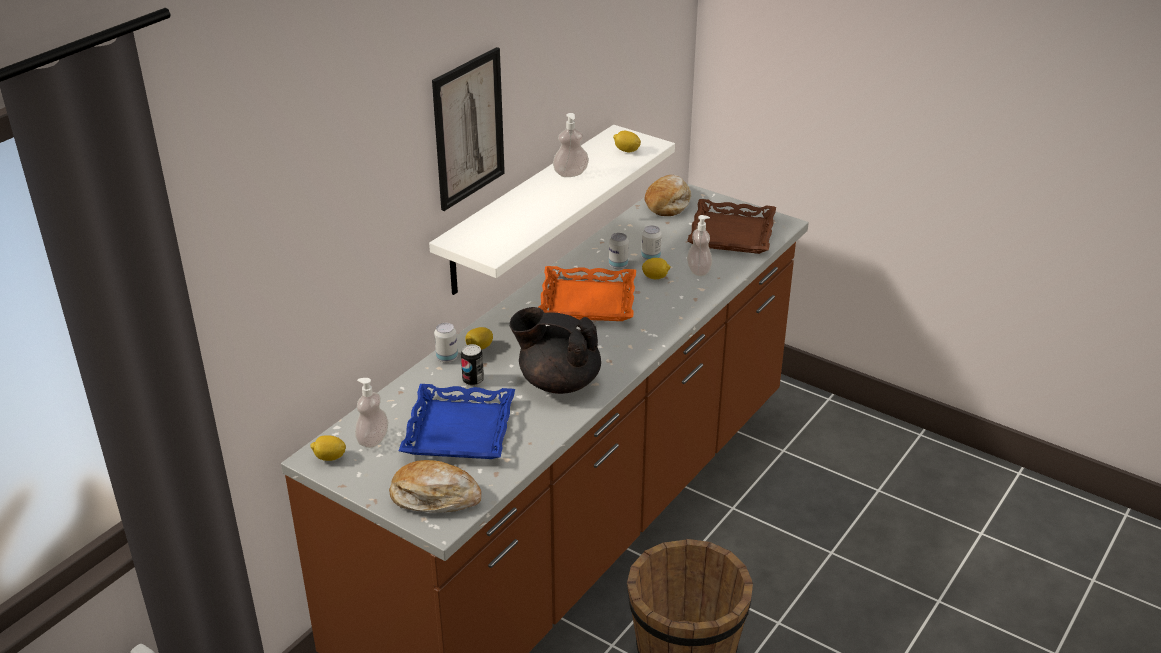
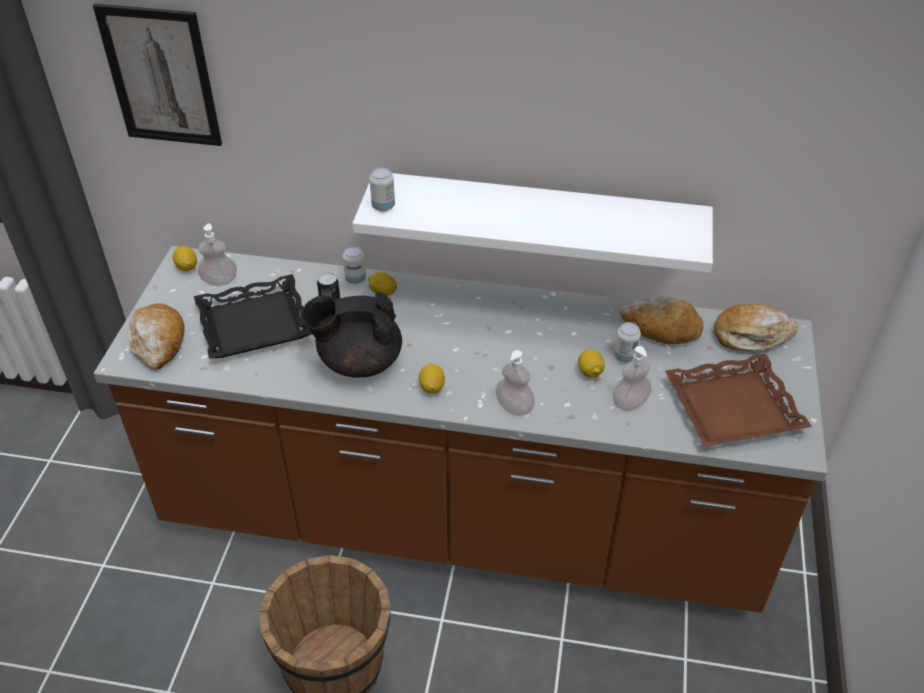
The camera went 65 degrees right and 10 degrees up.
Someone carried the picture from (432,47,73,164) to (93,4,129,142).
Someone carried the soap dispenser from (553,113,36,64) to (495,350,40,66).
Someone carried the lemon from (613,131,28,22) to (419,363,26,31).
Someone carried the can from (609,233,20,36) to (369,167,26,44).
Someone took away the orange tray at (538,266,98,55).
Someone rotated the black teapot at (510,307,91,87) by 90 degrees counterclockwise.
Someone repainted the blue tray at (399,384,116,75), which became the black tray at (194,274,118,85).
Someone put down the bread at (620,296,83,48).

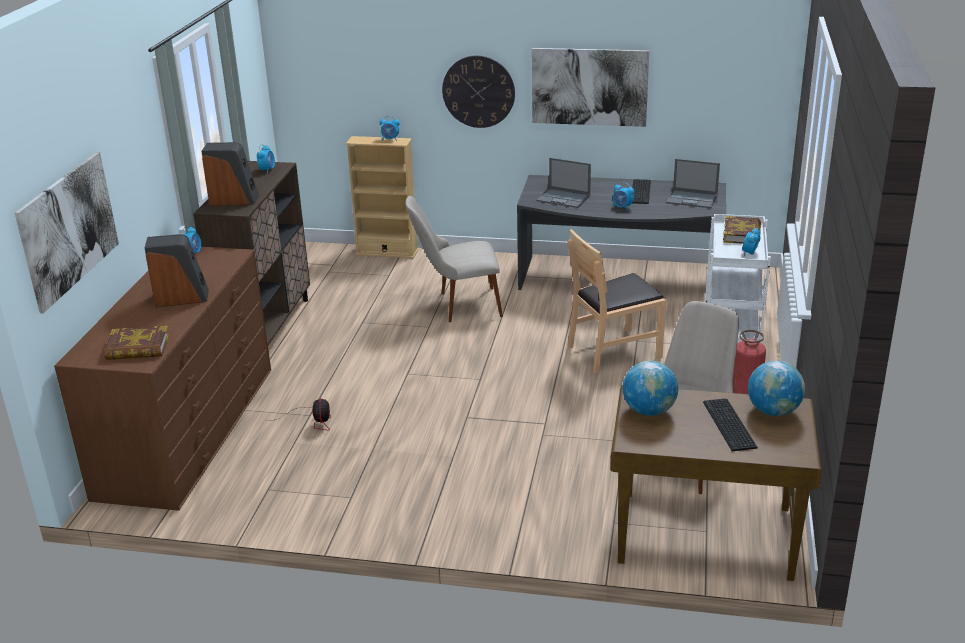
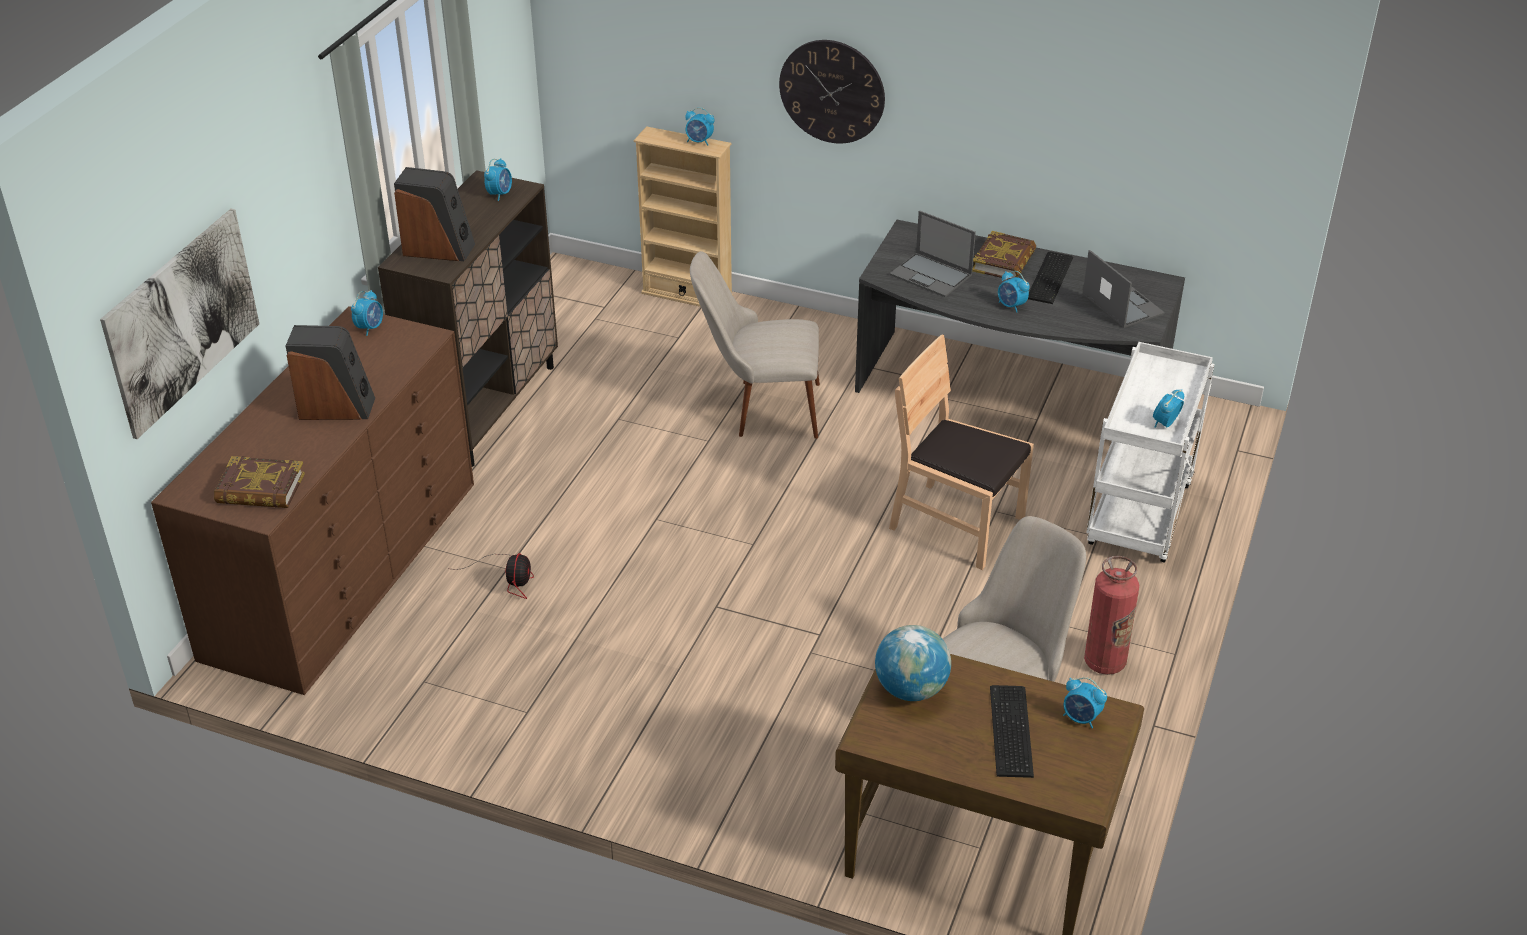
The camera went 10 degrees right and 10 degrees up.
Someone took away the picture at (532,48,117,79).
Someone rotated the laptop at (666,159,54,49) by 150 degrees counterclockwise.
Someone carried the book from (723,216,38,28) to (972,231,64,48).
Someone rotated the brown chair at (568,229,98,145) by 45 degrees clockwise.
Someone swapped the globe at (748,361,57,55) for the alarm clock at (1063,677,44,51).

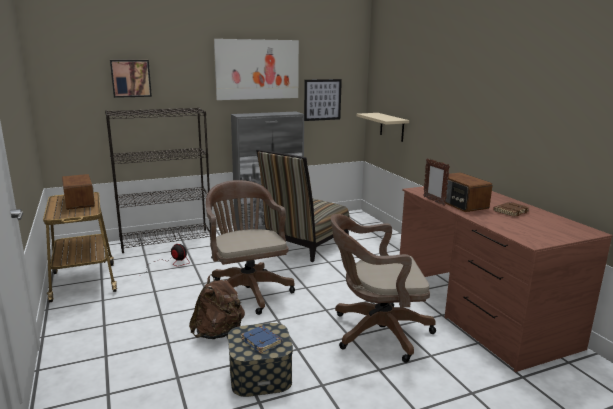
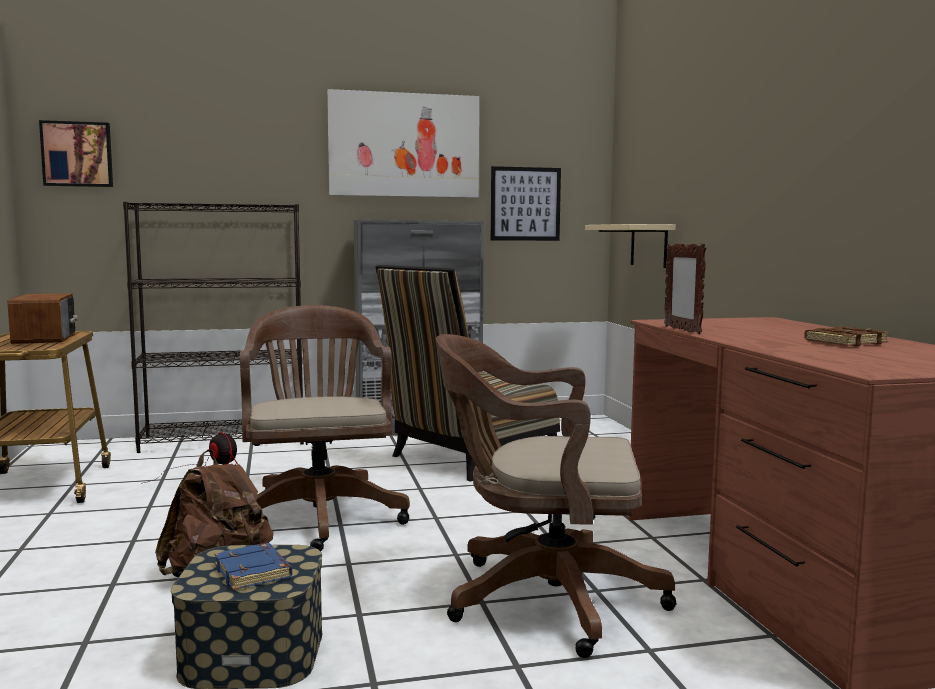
The camera went 10 degrees right and 10 degrees down.
Someone carried the picture from (110,60,42,38) to (39,120,74,67).
Someone took away the radio at (444,172,49,40).

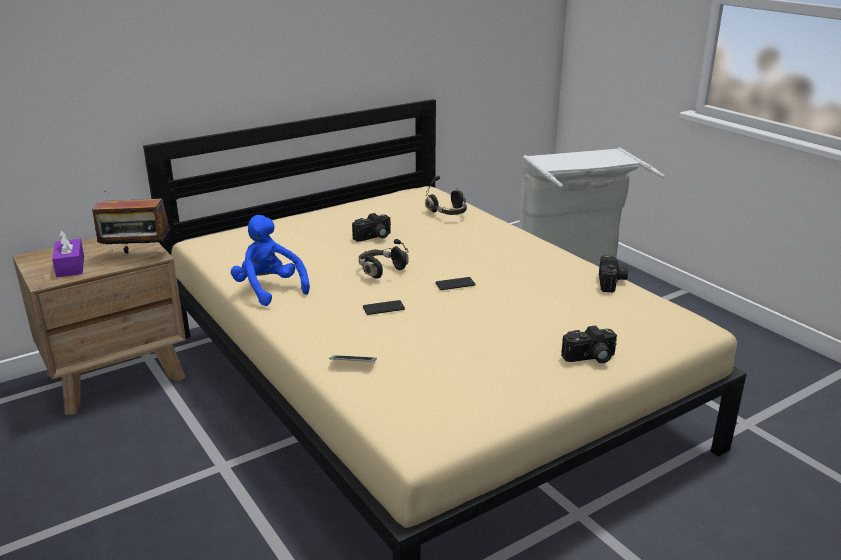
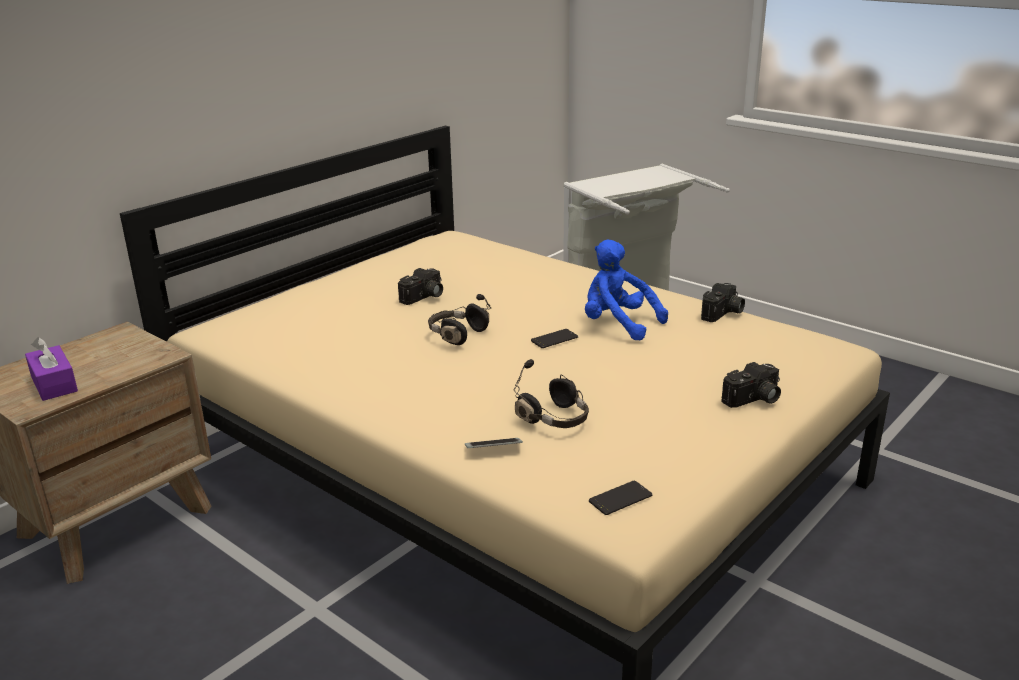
The camera went 15 degrees left and 0 degrees up.
Someone carried the black headphones from (425,176,42,39) to (513,359,76,69).
Someone took away the radio at (92,191,78,62).
Someone carried the blue plush toy from (231,215,79,91) to (585,240,83,100).
Someone rotated the photo camera at (599,255,29,37) by 45 degrees clockwise.
Someone carried the phone from (363,300,42,15) to (589,481,63,34).

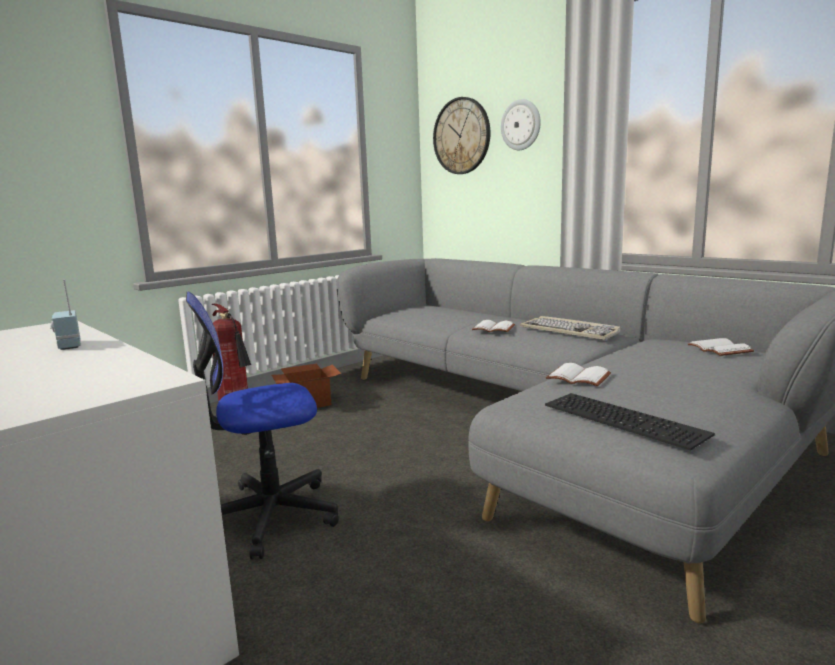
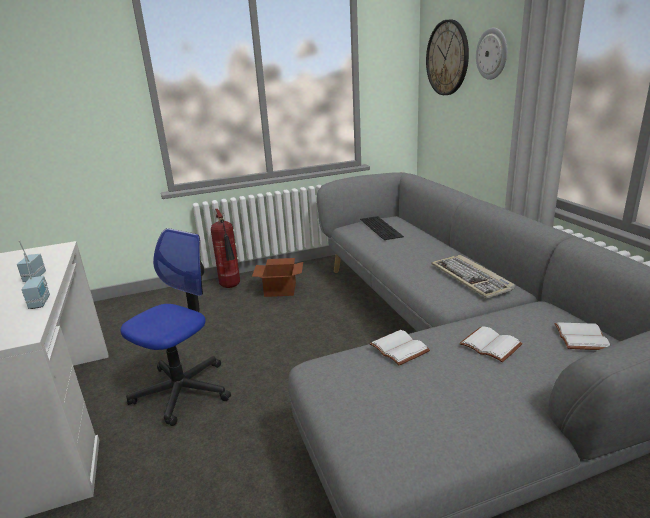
The camera went 25 degrees right and 10 degrees up.
Someone rotated the office chair at (186,292,153,268) by 120 degrees clockwise.
Someone carried the white book from (472,320,43,12) to (459,326,64,36).
Someone carried the keyboard from (545,393,170,58) to (360,216,44,24).
Someone put down the radio at (21,253,29,56).

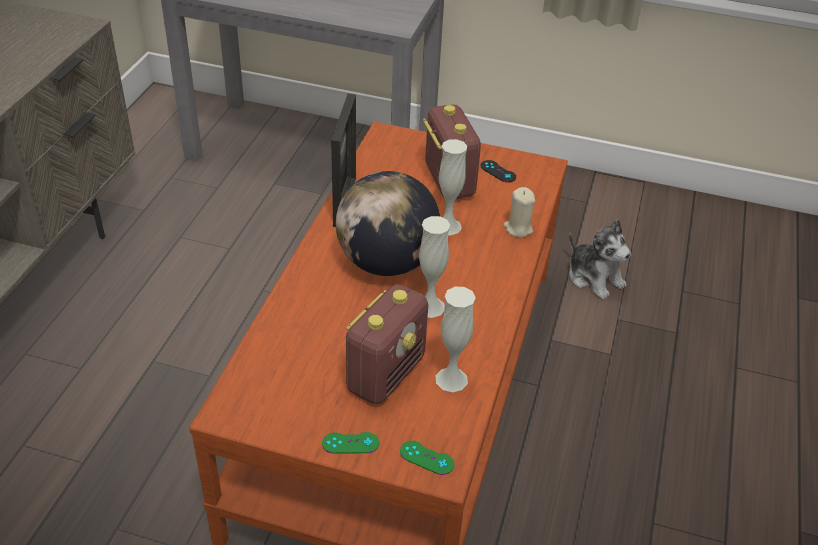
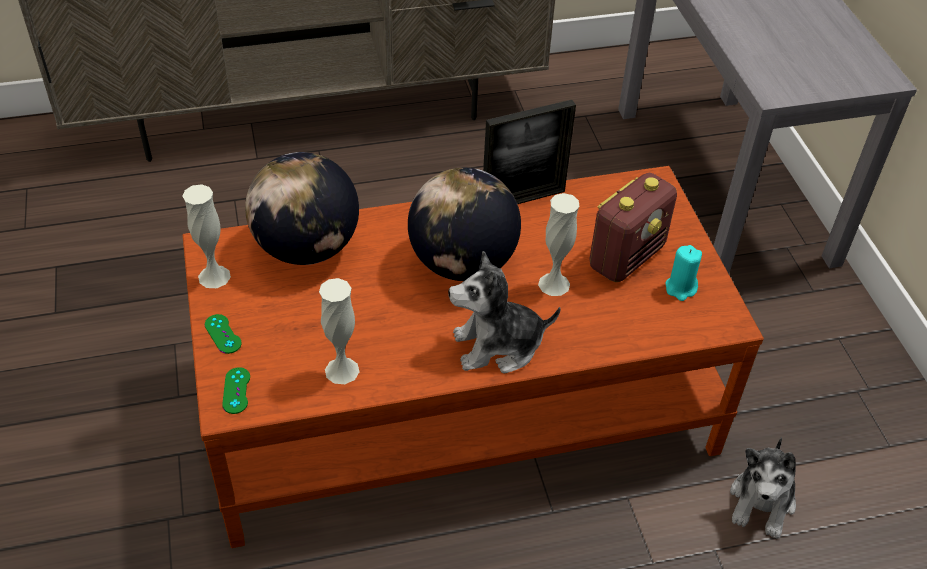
The camera went 60 degrees right and 5 degrees up.
Someone swapped the black game controller at (480,160,36,23) for the turquoise candle at (665,245,37,56).
Someone took away the beige candle at (503,187,32,51).
Someone carried the white vase from (419,216,31,102) to (182,184,49,104).
Someone took away the radio at (346,284,82,120).
Someone put down the globe at (245,152,114,113).
Someone put down the plush toy at (448,251,113,123).

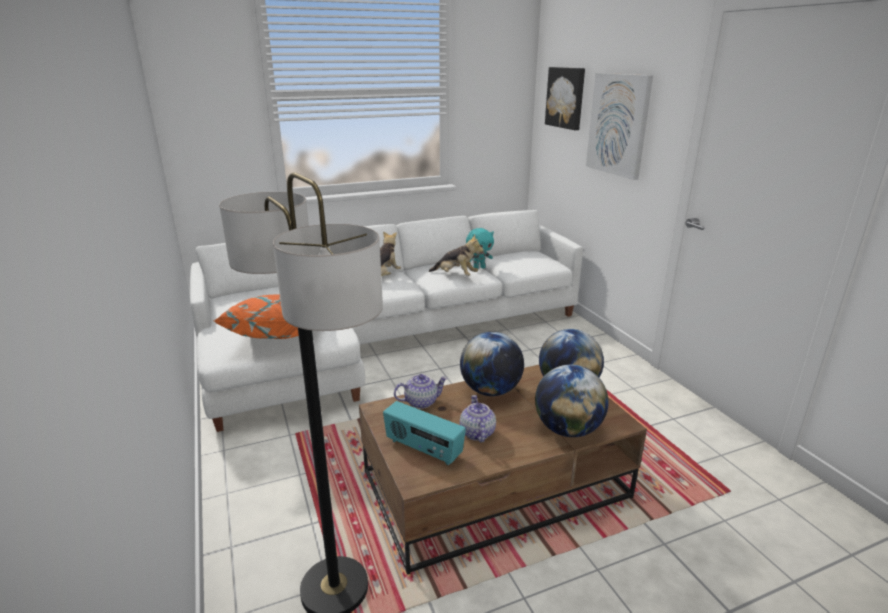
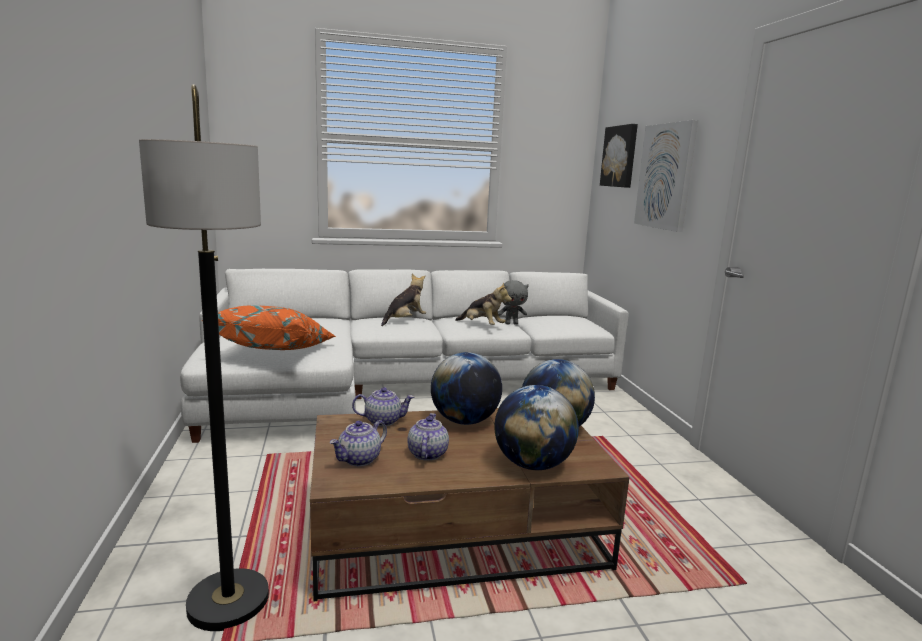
The camera went 10 degrees right and 10 degrees down.
Someone repainted the turquoise plush toy at (466,228,28,41), which became the grey plush toy at (498,280,31,45).
Someone swapped the radio at (383,401,83,65) for the teapot at (329,420,58,46).

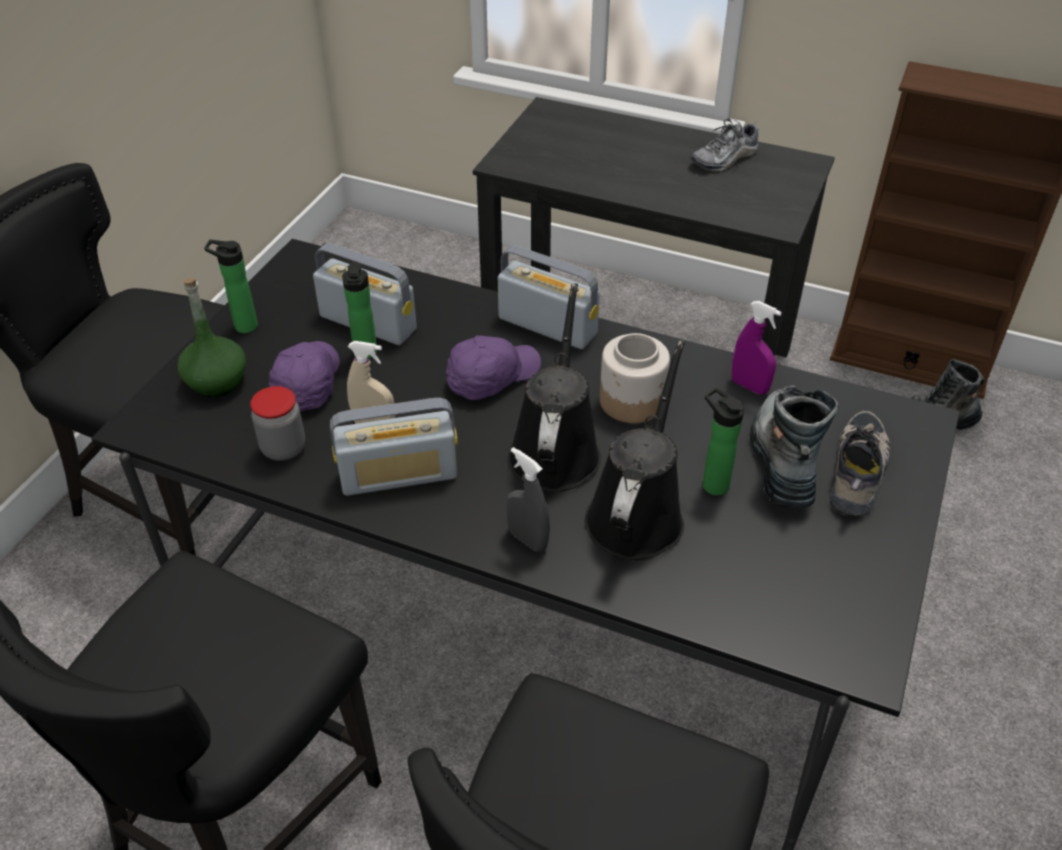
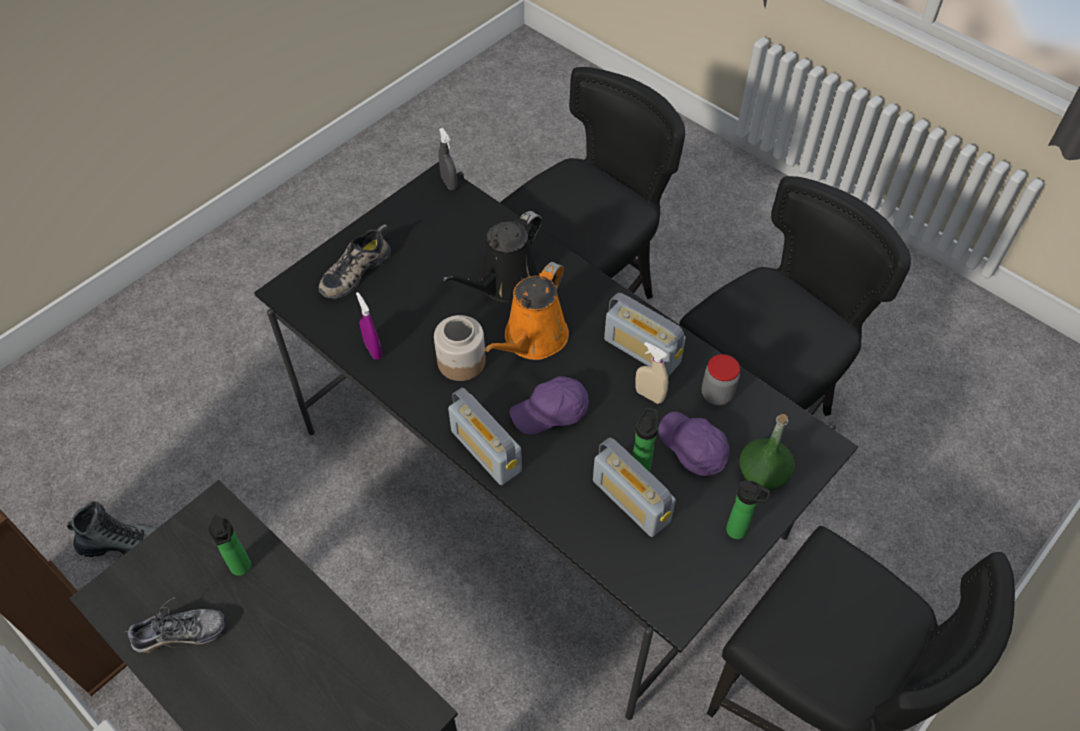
The camera went 160 degrees left and 10 degrees up.
Someone repainted the black watering can at (508,283,93,209), which became the orange watering can at (484,262,85,98).
Someone rotated the purple cap at (269,341,71,70) by 120 degrees clockwise.
Someone took away the boot at (750,385,89,123).
Someone carried the bottle from (702,387,42,109) to (208,515,43,61).
Someone rotated the radio at (330,398,128,98) by 150 degrees counterclockwise.
Someone carried the grey spray bottle from (506,447,44,105) to (439,128,18,63).

